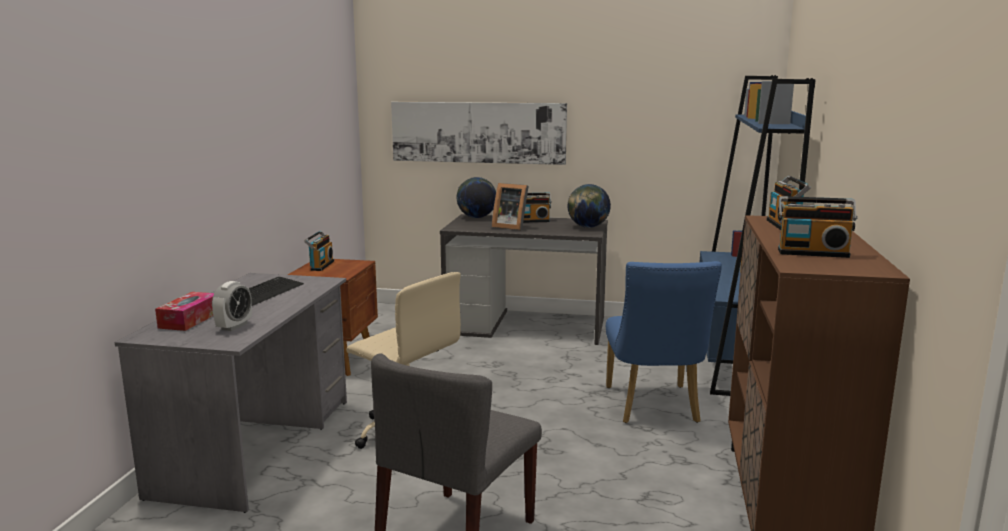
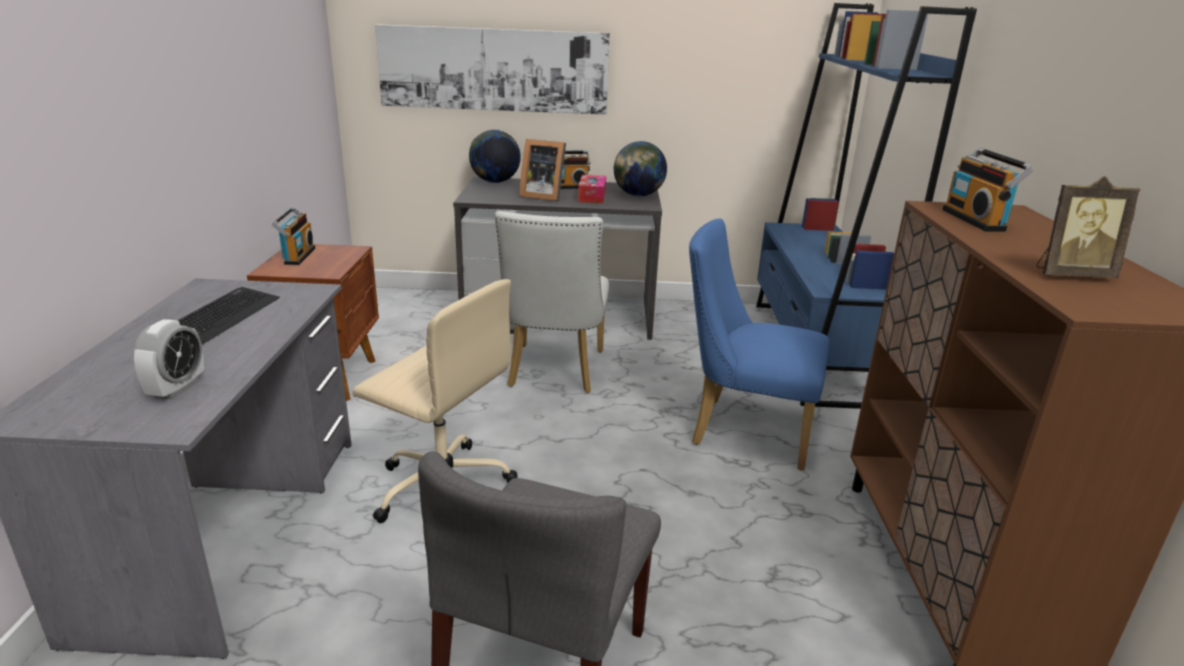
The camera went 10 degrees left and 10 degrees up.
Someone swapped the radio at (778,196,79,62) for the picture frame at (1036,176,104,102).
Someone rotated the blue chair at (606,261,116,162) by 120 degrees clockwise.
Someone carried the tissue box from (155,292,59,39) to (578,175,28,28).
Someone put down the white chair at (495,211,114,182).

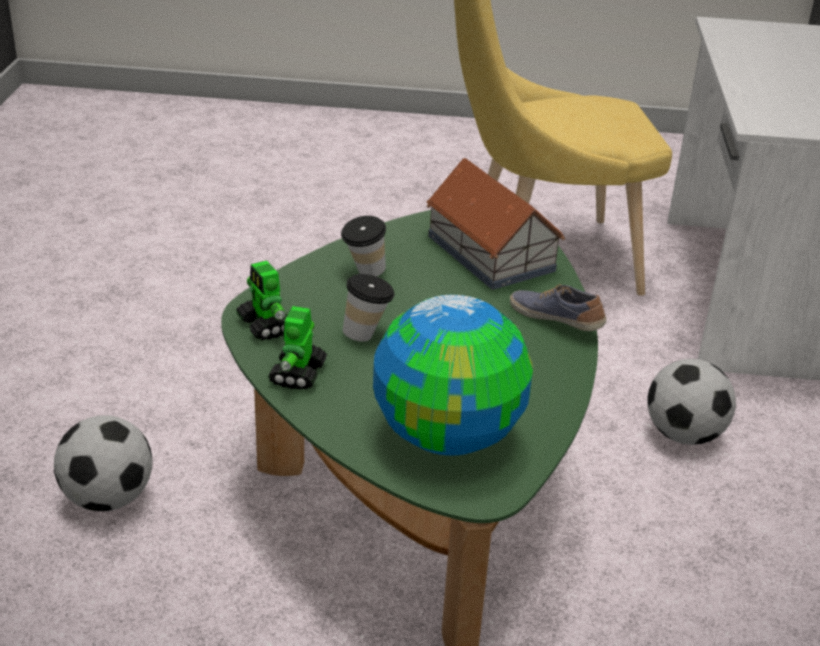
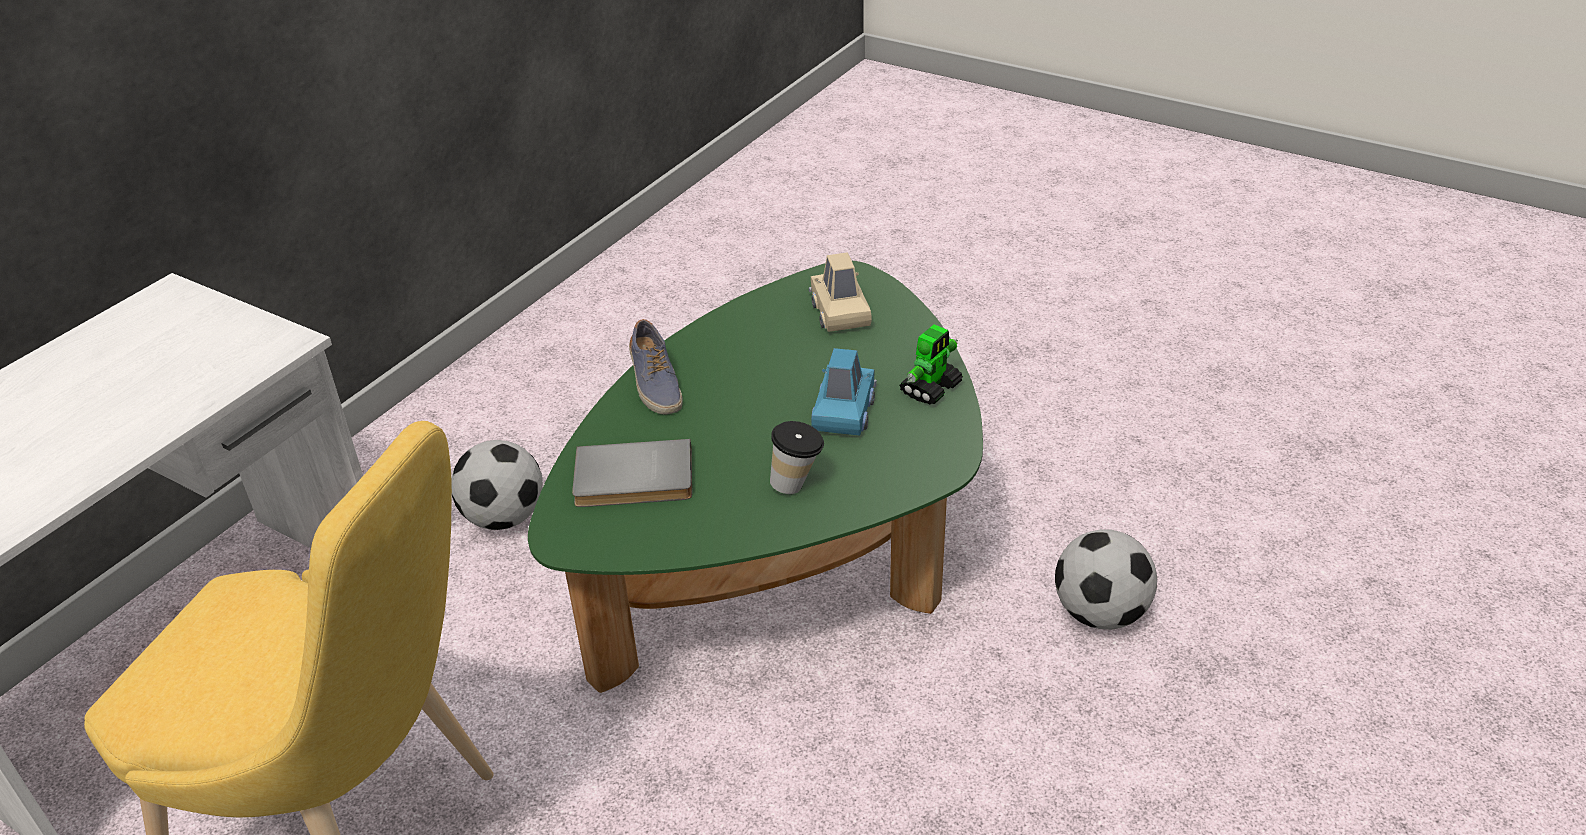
The camera went 150 degrees left and 5 degrees up.
Someone swapped the toy house at (426,158,139,132) for the grey book at (572,439,120,68).
Someone took away the toy robot at (236,260,51,80).
Someone swapped the cup at (343,274,52,68) for the blue toy car at (811,348,66,87).
Someone swapped the globe at (373,295,160,161) for the beige toy car at (809,252,63,80).

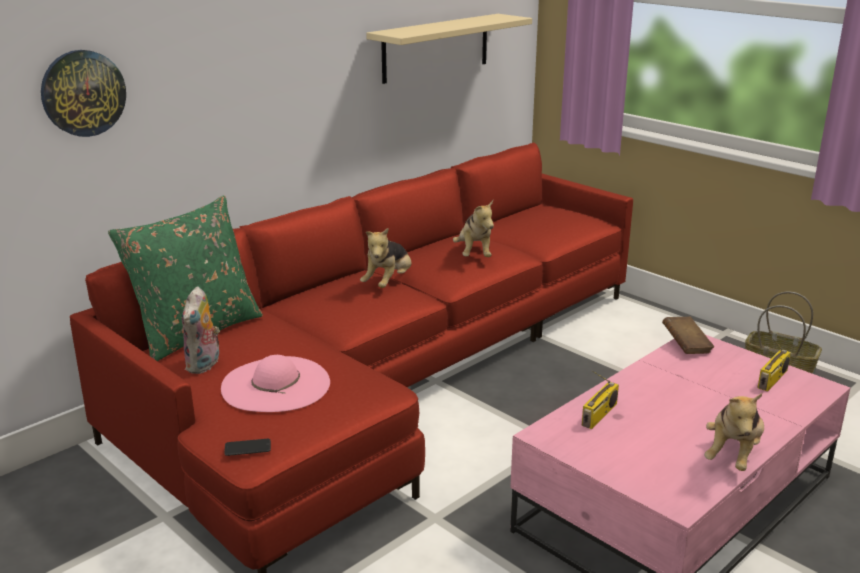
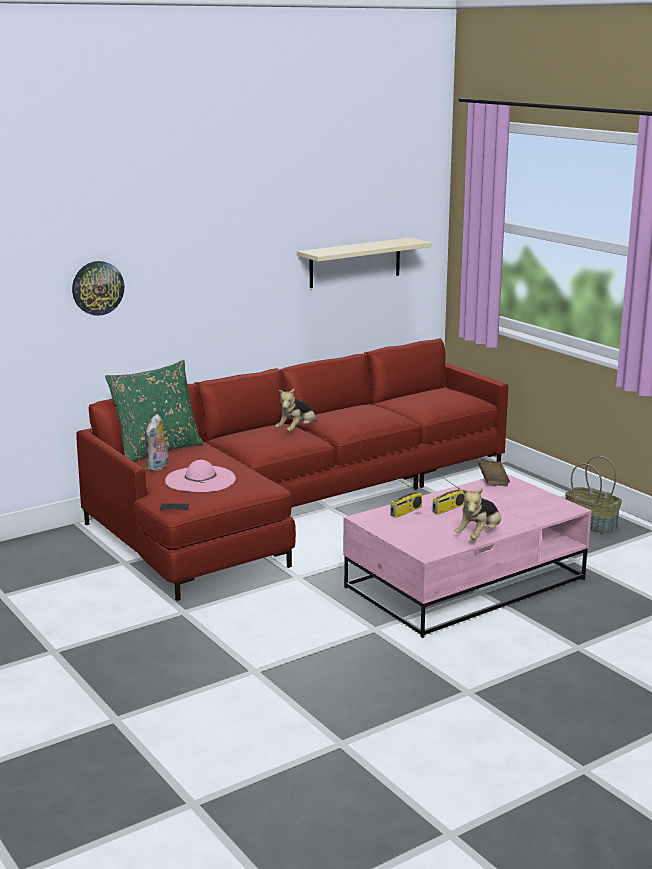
The camera went 10 degrees right and 5 degrees down.
Someone took away the plush toy at (453,200,41,57).
Someone carried the radio from (757,336,34,56) to (432,475,32,39).

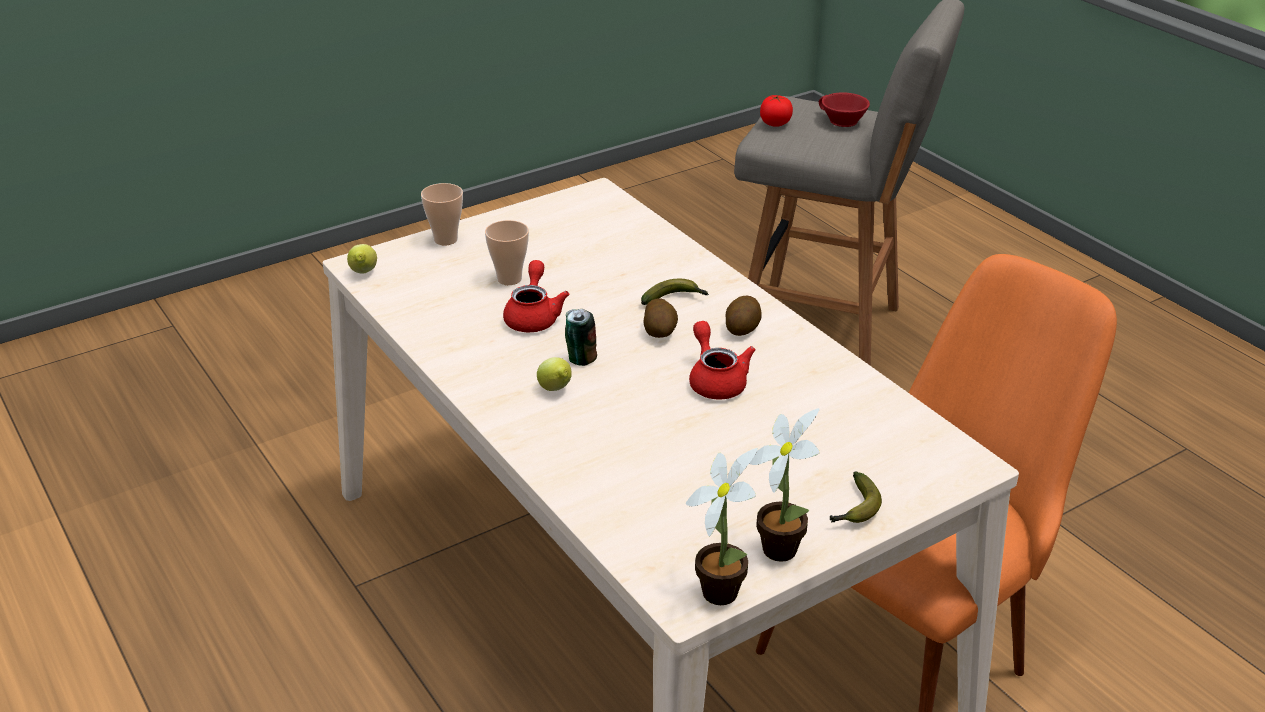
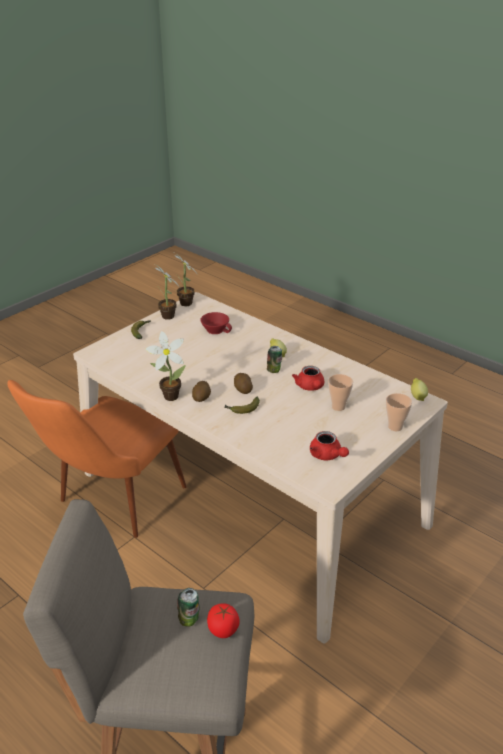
The camera went 165 degrees right and 0 degrees up.
Someone carried the red cup from (819,92,51,35) to (200,312,32,22).
Someone carried the red teapot from (689,321,67,78) to (310,431,39,29).
Someone put down the potted plant at (145,331,41,70).
Someone put down the can at (177,588,23,39).

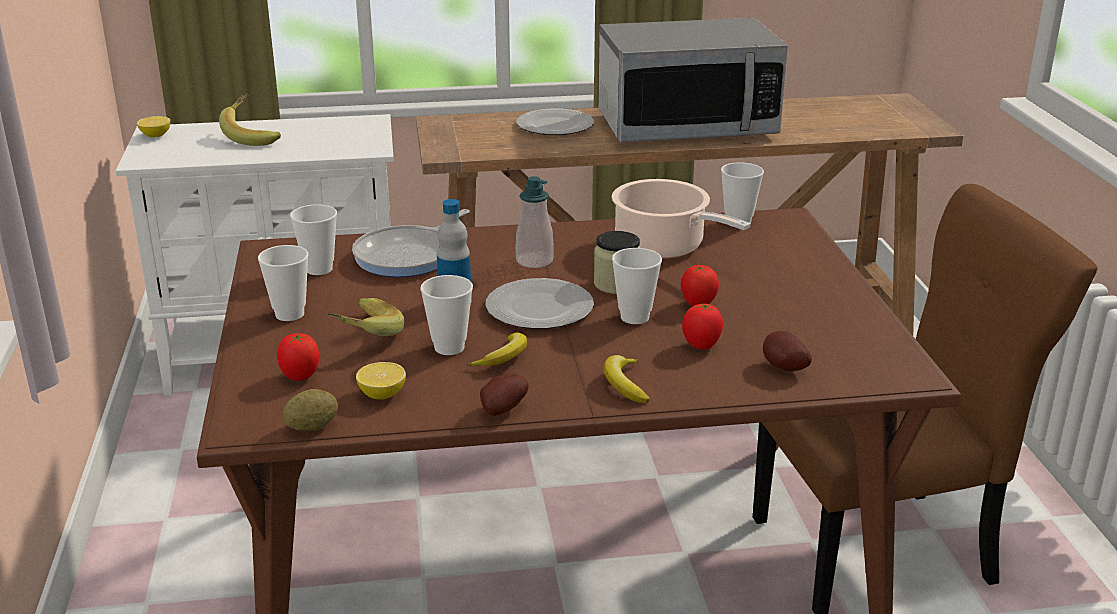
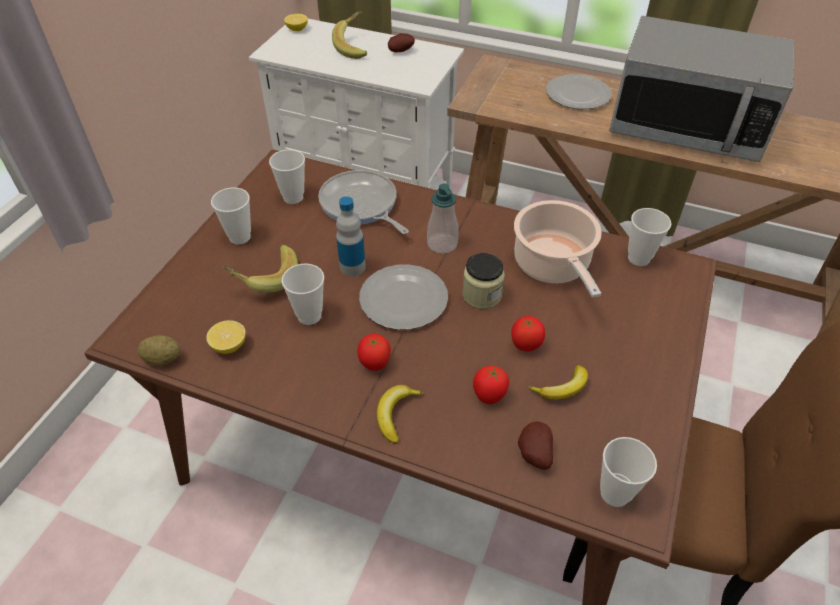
The camera went 30 degrees right and 20 degrees up.
Someone rotated the frying pan at (352,209,118,68) by 75 degrees clockwise.
Someone carried the cup from (612,248,50,76) to (600,437,57,70).
Someone carried the banana from (467,332,60,34) to (528,365,60,35).
Someone carried the tomato from (277,333,42,48) to (357,334,34,37).
Someone carried the potato from (480,373,49,43) to (388,33,27,19).

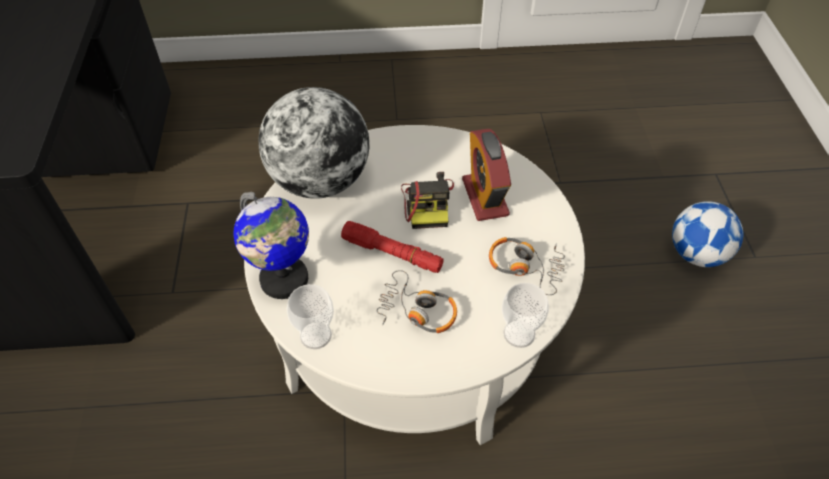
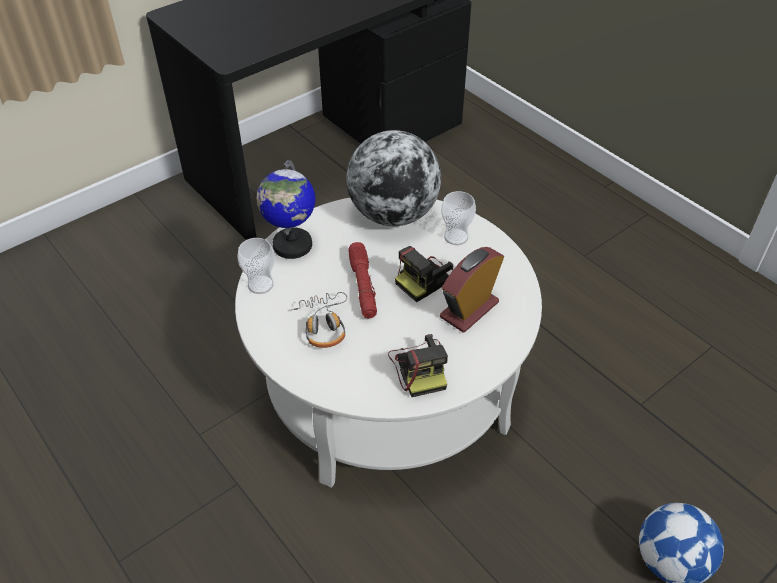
The camera went 55 degrees right and 5 degrees down.
Someone swapped the headphones at (489,237,76,58) for the photo camera at (388,334,60,63).
Someone carried the cup from (502,283,47,65) to (441,191,35,54).

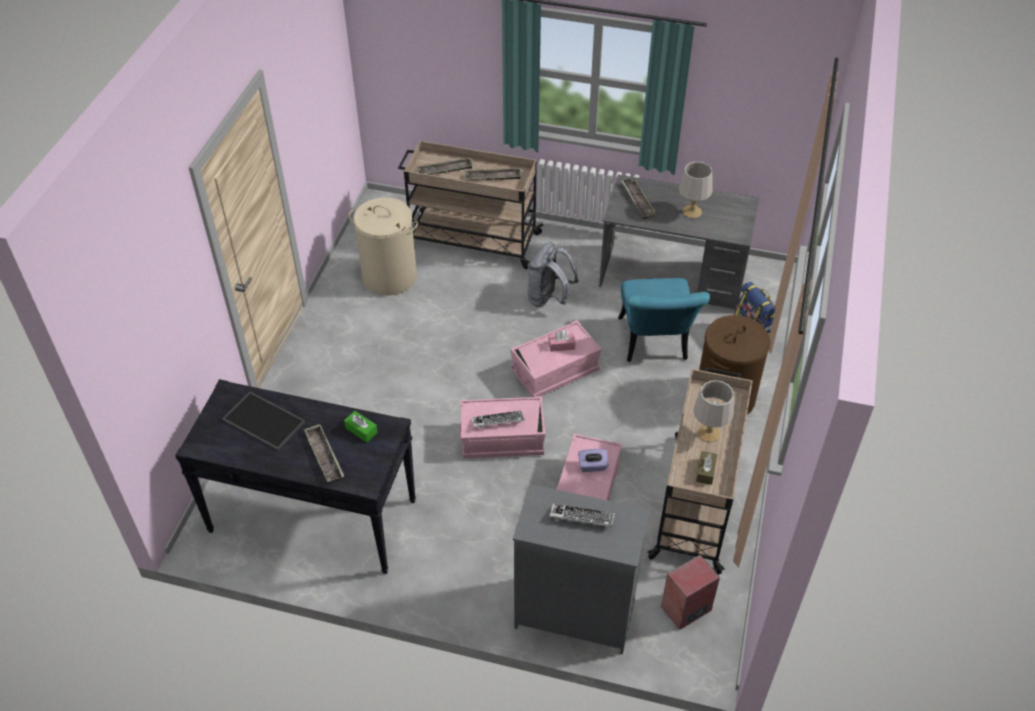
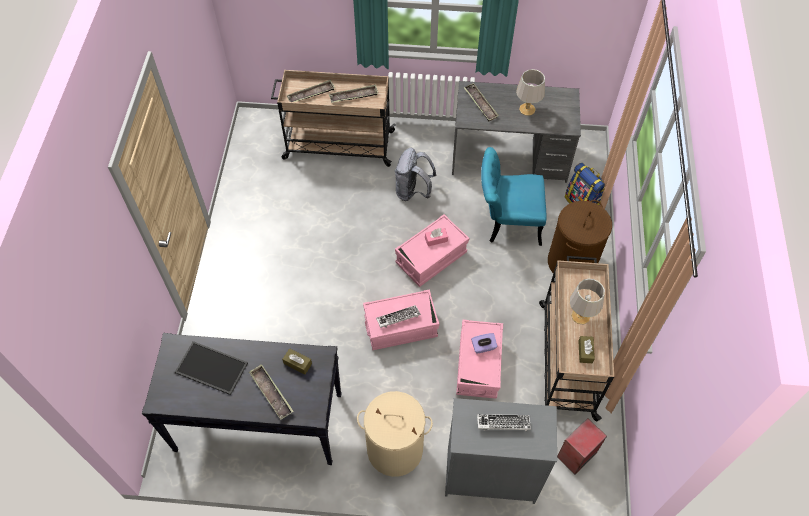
The camera went 10 degrees left and 10 degrees up.
Someone carried the beige laundry basket from (349,197,69,99) to (357,391,76,86).
Someone rotated the turquoise chair at (618,278,92,84) by 105 degrees clockwise.
Someone repainted the green tissue box at (344,411,34,31), which became the brown tissue box at (282,348,30,26).

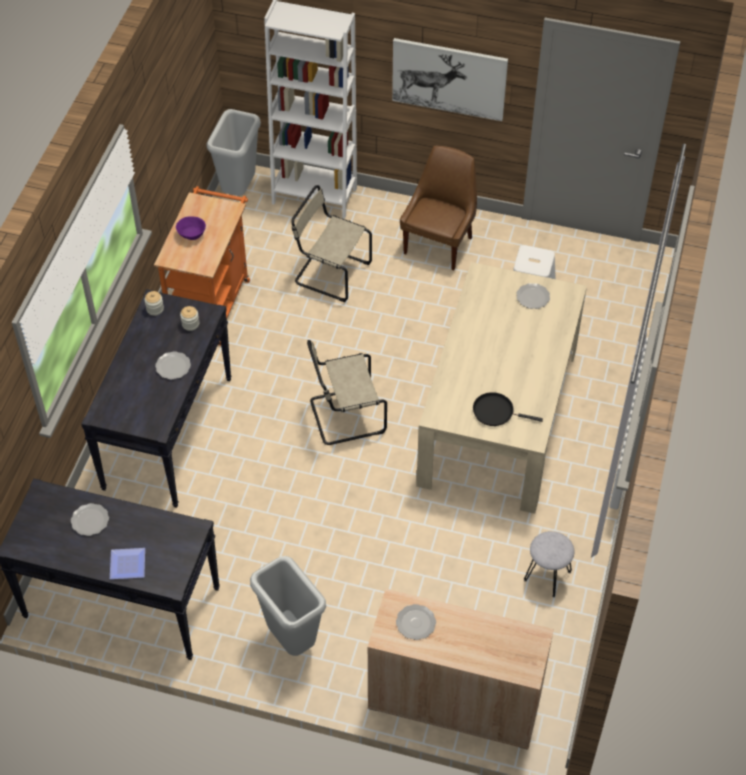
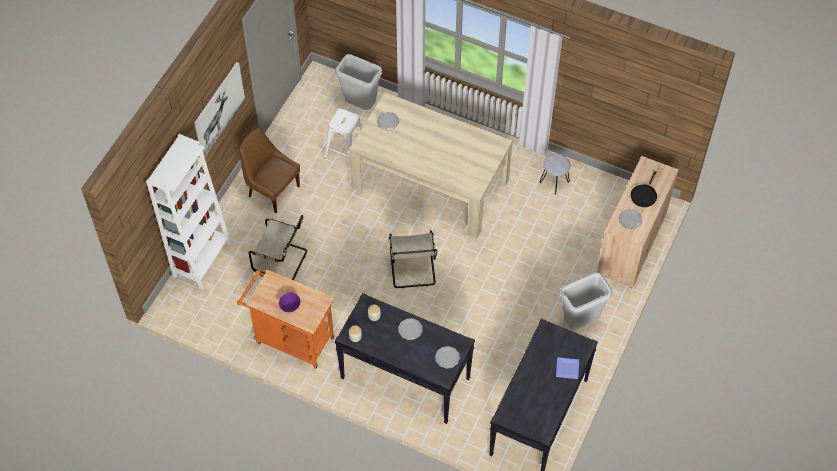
The camera went 80 degrees left and 5 degrees up.
Someone carried the grey trash can from (207,109,54,87) to (335,54,47,56).
Someone rotated the beige chair at (291,185,81,117) by 105 degrees counterclockwise.
Someone carried the black frying pan from (473,392,70,34) to (631,171,26,36).
Someone carried the plate from (71,503,38,33) to (435,346,25,22).

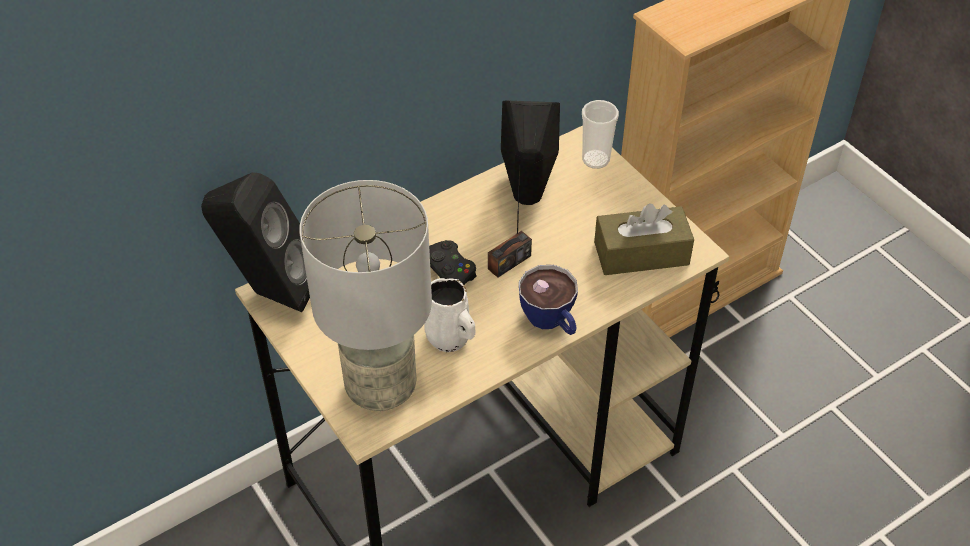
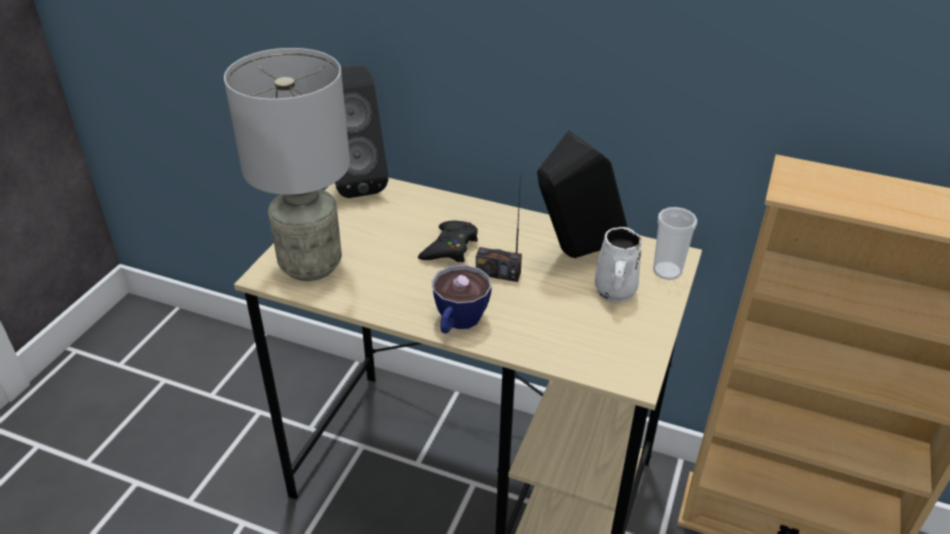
The camera went 55 degrees right and 10 degrees down.
Someone took away the brown tissue box at (594,203,100,72).
Someone carried the white mug from (424,278,51,74) to (595,227,47,75).

